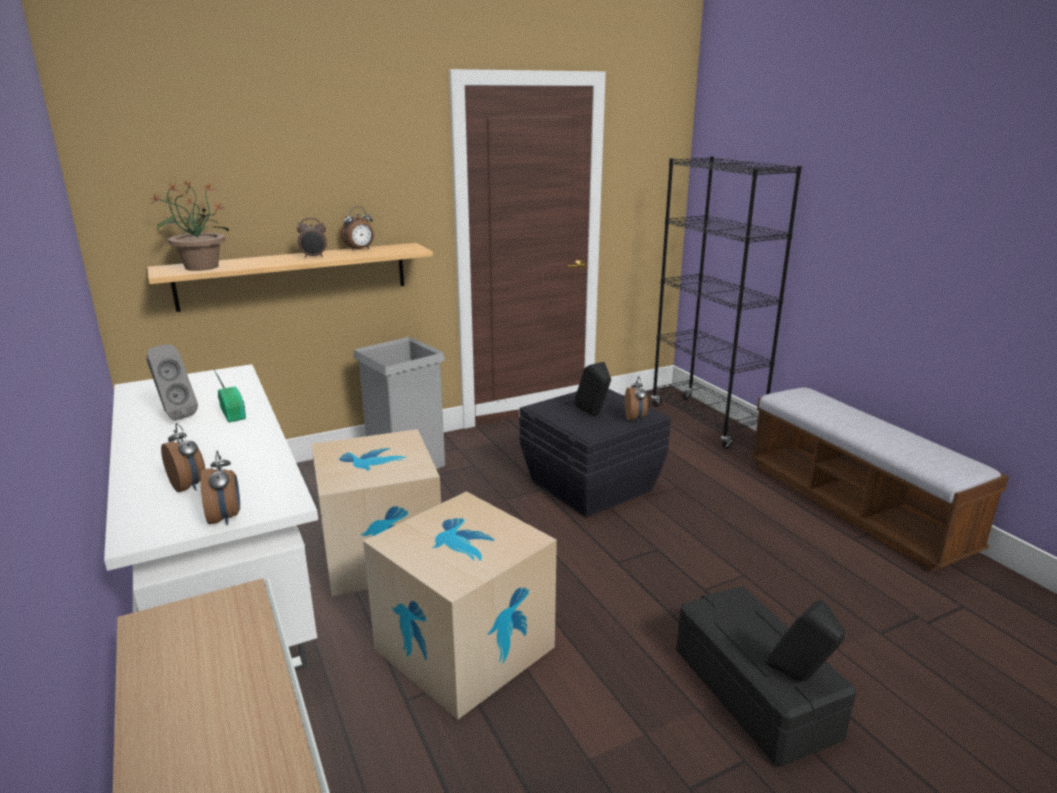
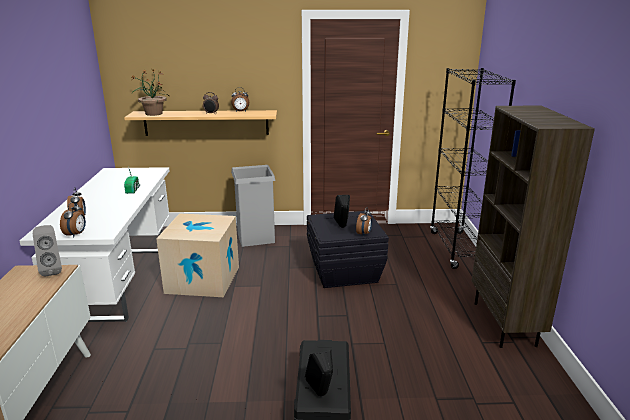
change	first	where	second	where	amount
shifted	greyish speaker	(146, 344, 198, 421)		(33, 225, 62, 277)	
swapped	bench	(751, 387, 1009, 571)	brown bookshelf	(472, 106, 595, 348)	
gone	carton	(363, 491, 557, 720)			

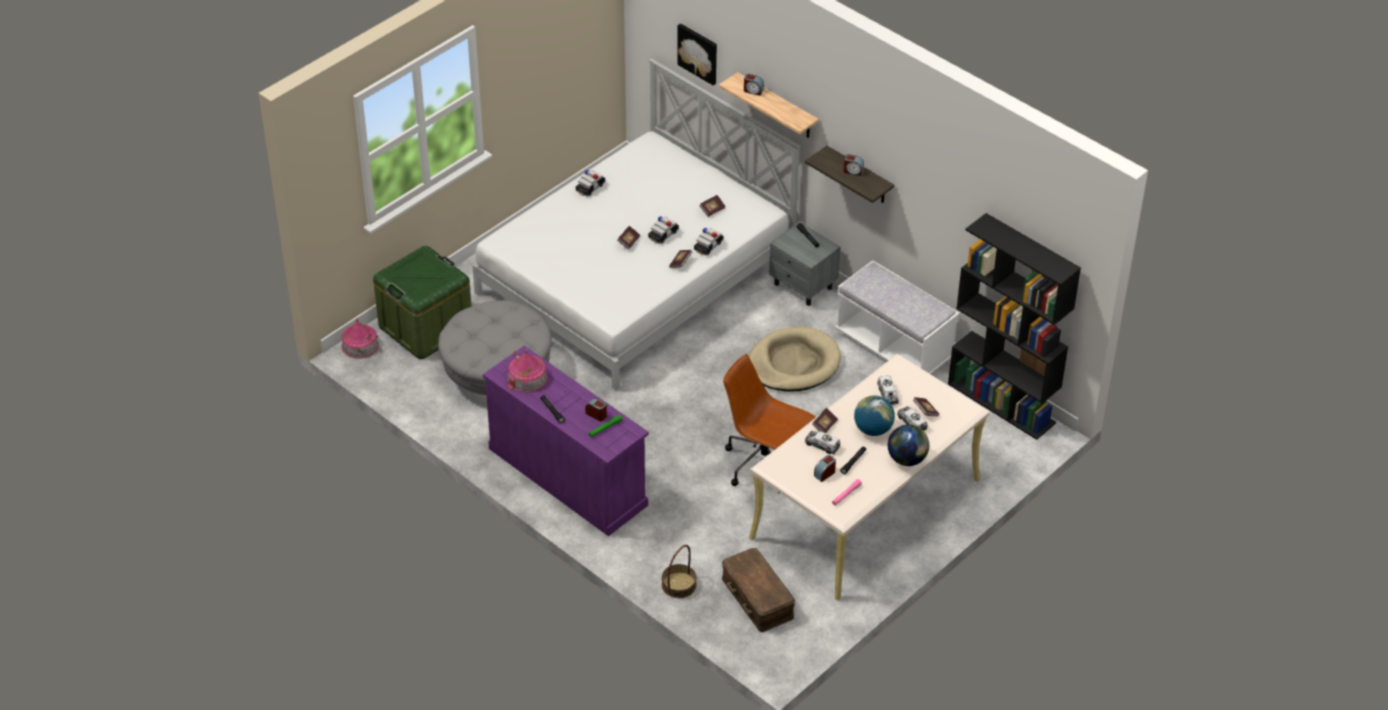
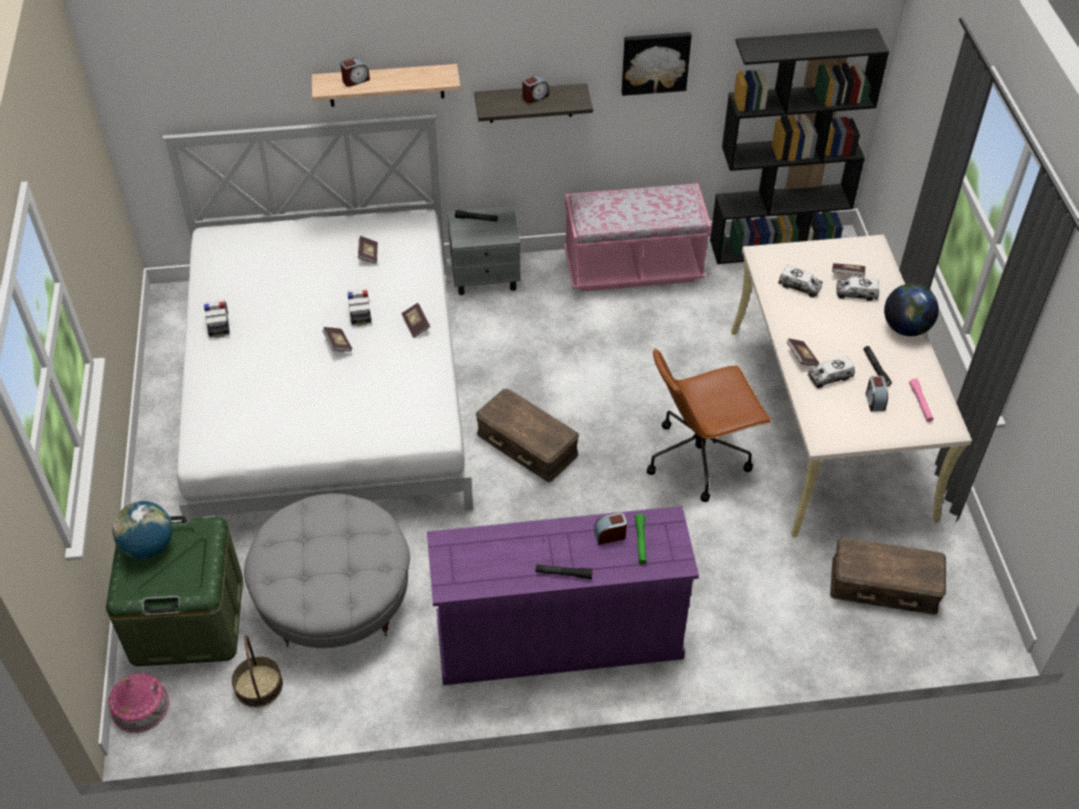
change	first	where	second	where	amount
shifted	picture	(677, 23, 717, 85)		(621, 32, 692, 96)	
gone	toy car	(694, 228, 723, 256)			
repainted	white-coloured bench	(835, 260, 960, 374)	pinkish bench	(564, 183, 711, 292)	
gone	beige dog bed	(749, 327, 841, 392)			
gone	model house	(507, 349, 548, 393)			
shifted	desk globe	(854, 395, 895, 436)		(113, 501, 172, 559)	
shifted	household basket	(662, 545, 697, 598)		(232, 635, 283, 707)	
new			brown storage box	(476, 388, 579, 482)	

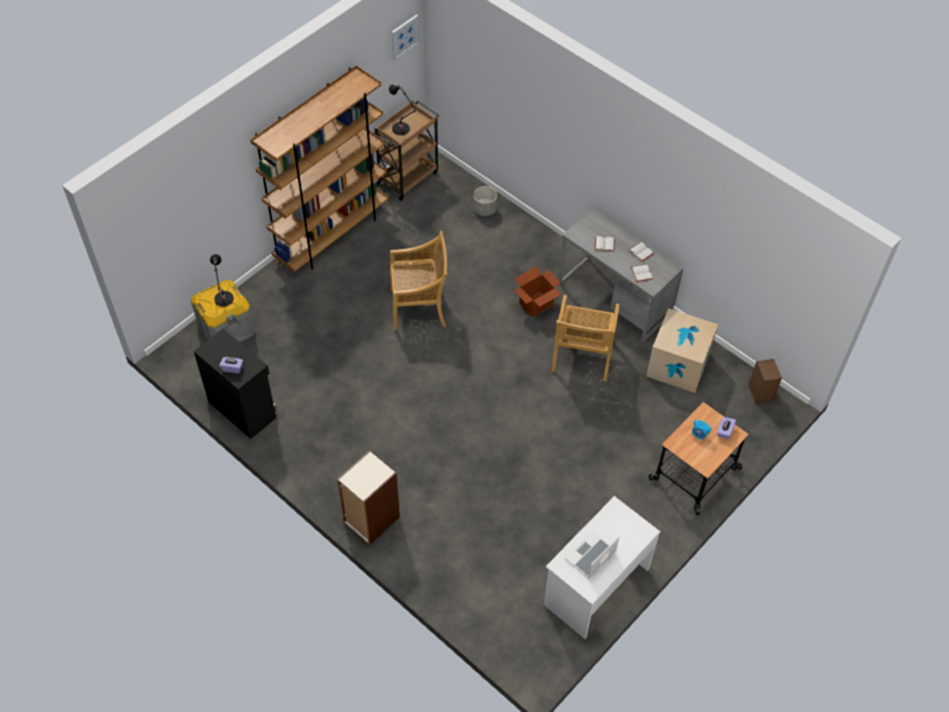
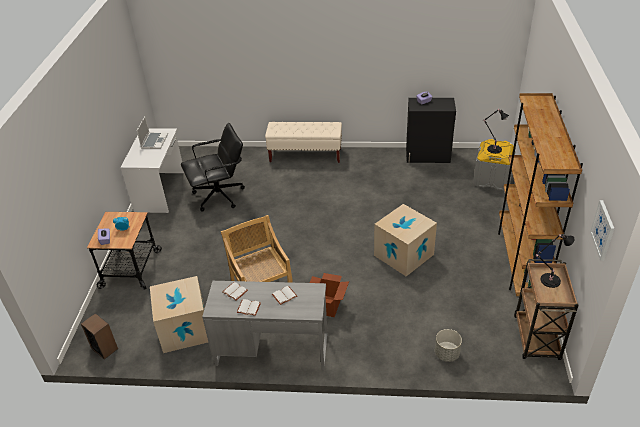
change	first	where	second	where	amount
swapped	beige upright chair	(390, 231, 447, 330)	carton	(374, 204, 437, 276)	
swapped	bookshelf	(337, 451, 400, 545)	beige bench	(265, 122, 342, 163)	
new			black desk chair	(181, 123, 245, 212)	

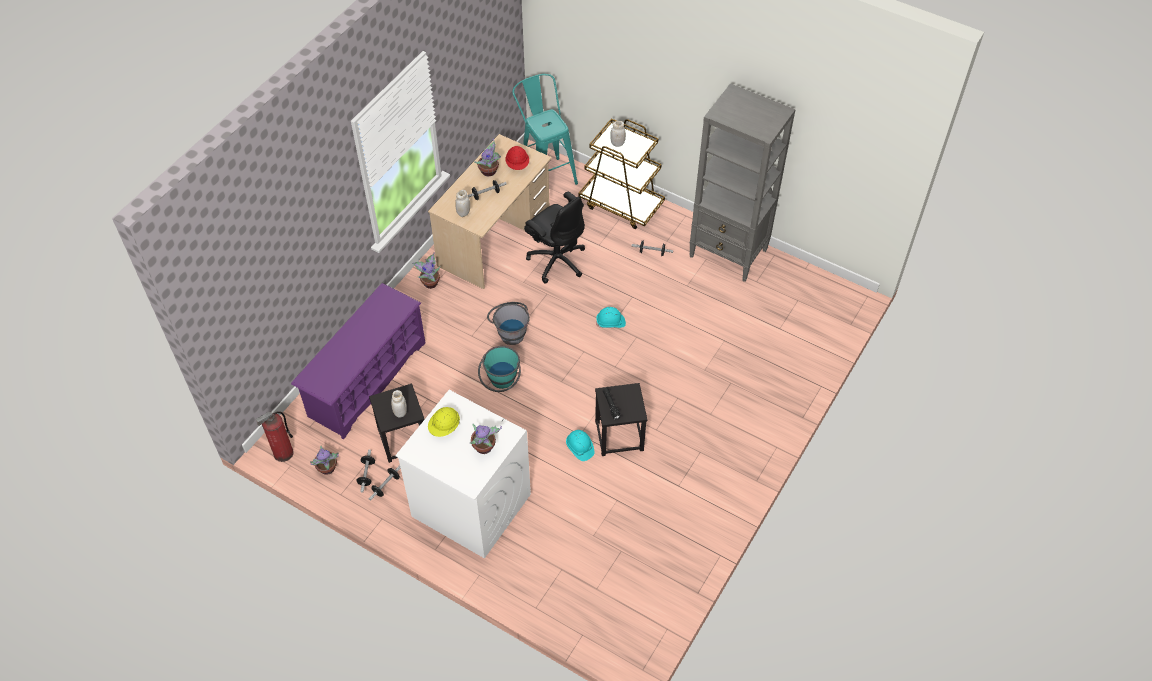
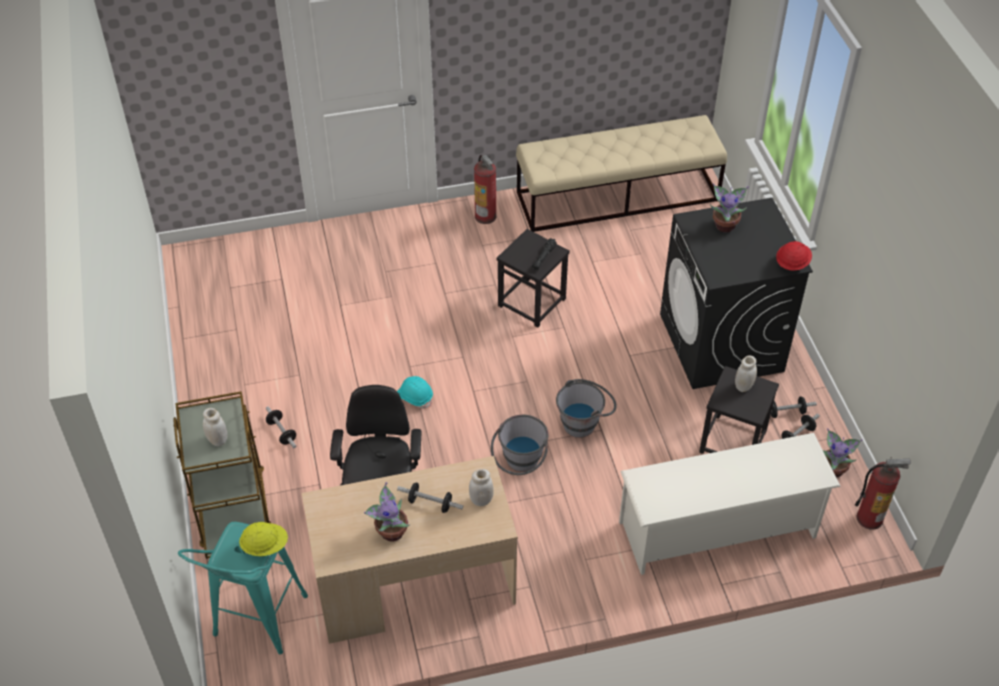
change	first	where	second	where	amount
gone	greyish bookshelf	(689, 83, 796, 282)			
shifted	reddish safety helmet	(505, 146, 529, 170)		(776, 241, 812, 271)	
gone	potted plant	(412, 252, 440, 289)			
repainted	purplish shoe stand	(291, 283, 425, 440)	white-coloured shoe stand	(619, 433, 841, 575)	
repainted	blue-green water bucket	(478, 346, 521, 392)	greyish water bucket	(556, 379, 617, 438)	
repainted	white-coloured laundry appliance	(395, 390, 531, 559)	black laundry appliance	(660, 198, 813, 389)	
shifted	yellow safety helmet	(428, 407, 460, 437)		(239, 522, 288, 557)	
gone	blue-green safety helmet	(566, 430, 594, 461)			
new			beige bench	(516, 115, 727, 232)	
new			fire extinguisher	(474, 155, 497, 224)	

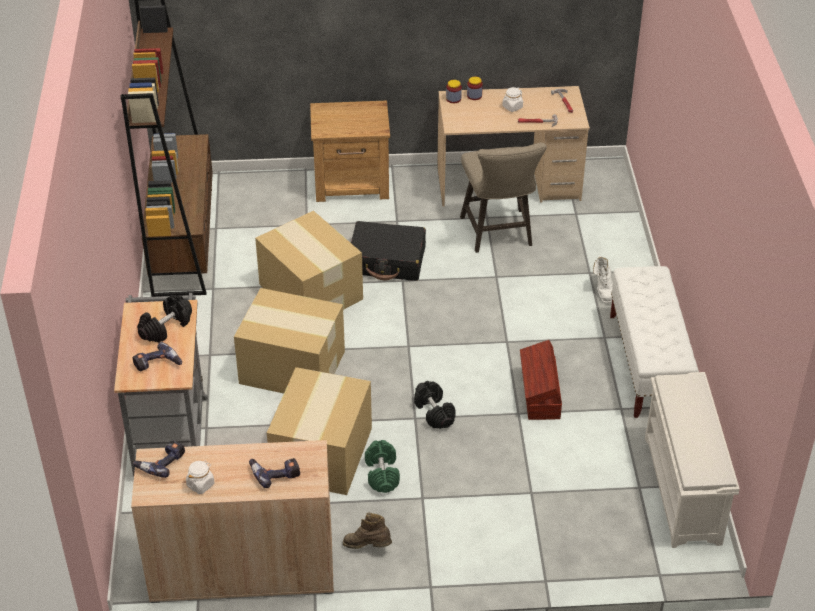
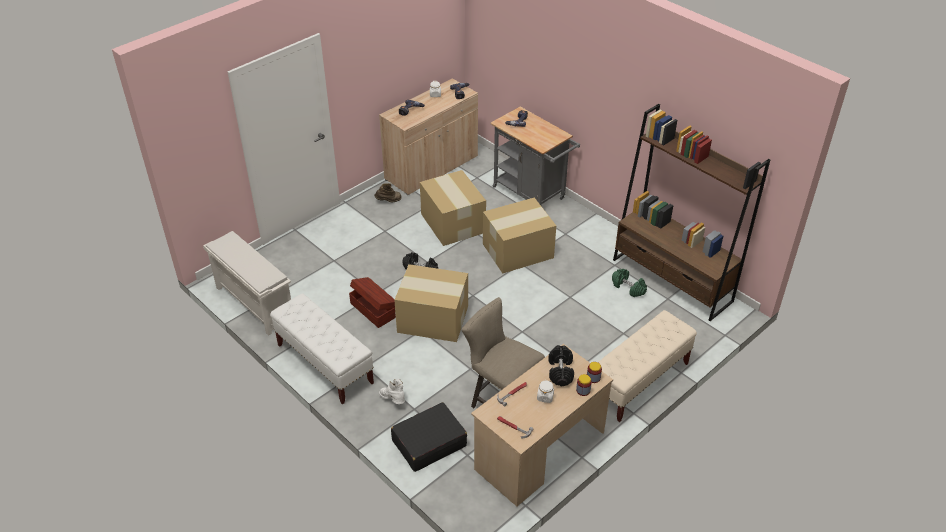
change	first	where	second	where	amount
swapped	brown nightstand	(310, 101, 390, 202)	beige bench	(598, 310, 697, 422)	
shifted	carton	(255, 211, 363, 310)		(394, 264, 468, 342)	
shifted	black piece of luggage	(351, 221, 426, 281)		(391, 402, 467, 472)	
shifted	black dumbbell	(137, 295, 192, 343)		(548, 345, 574, 386)	
shifted	green-coloured dumbbell	(365, 440, 400, 493)		(612, 269, 647, 298)	

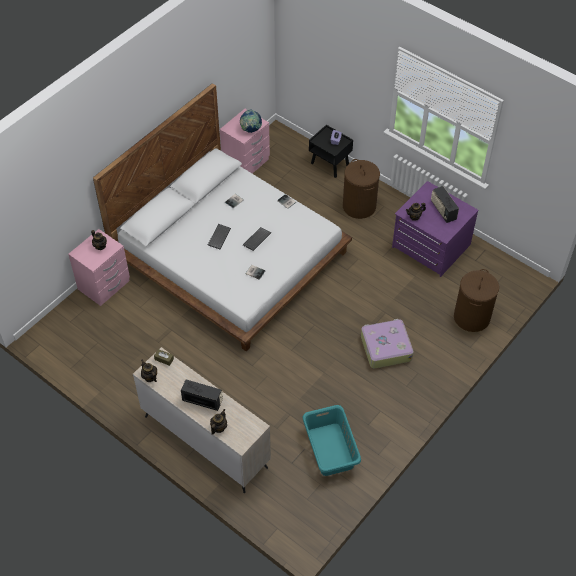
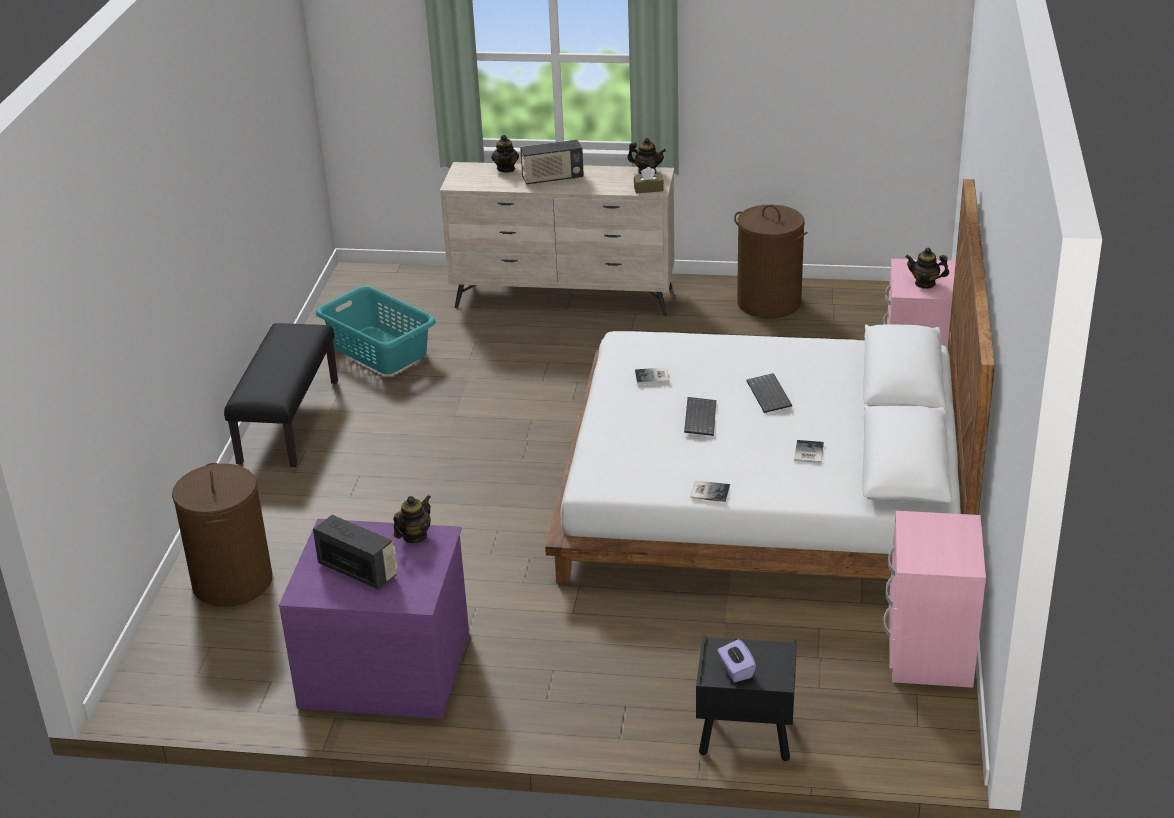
change	first	where	second	where	amount
gone	desk globe	(240, 110, 262, 133)			
shifted	brown laundry basket	(343, 159, 380, 219)		(734, 205, 807, 318)	
gone	piece of luggage	(361, 319, 414, 369)			
new			black bench	(224, 323, 338, 467)	

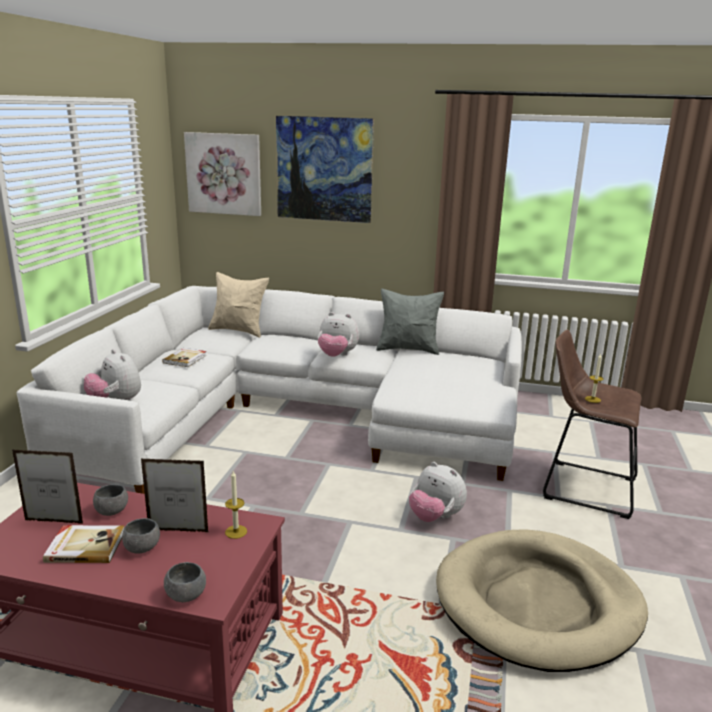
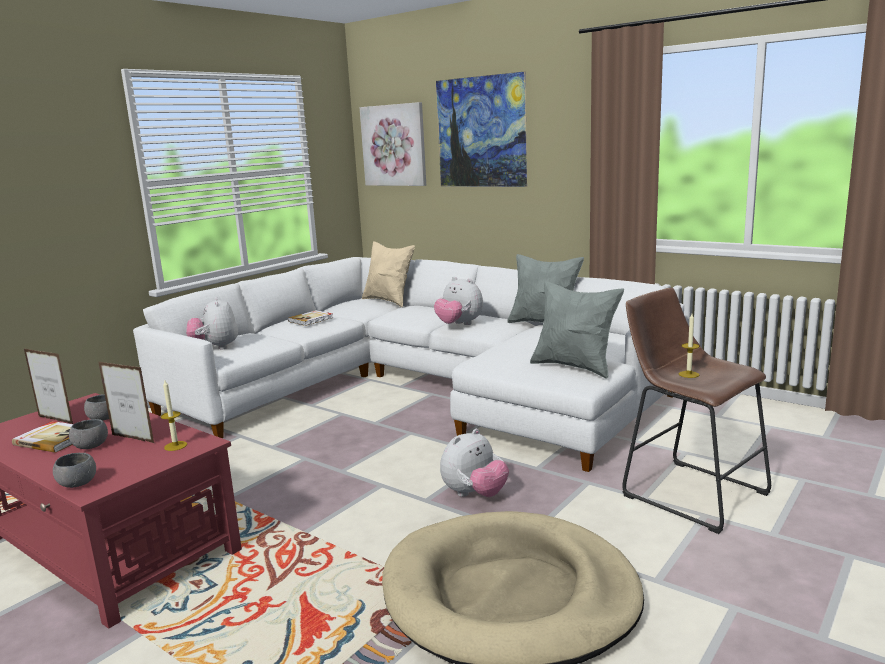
change	first	where	second	where	amount
rotated	plush toy	(409, 462, 467, 522)		(440, 429, 509, 497)	105 degrees counterclockwise
new			greyish throw pillow	(530, 281, 624, 378)	

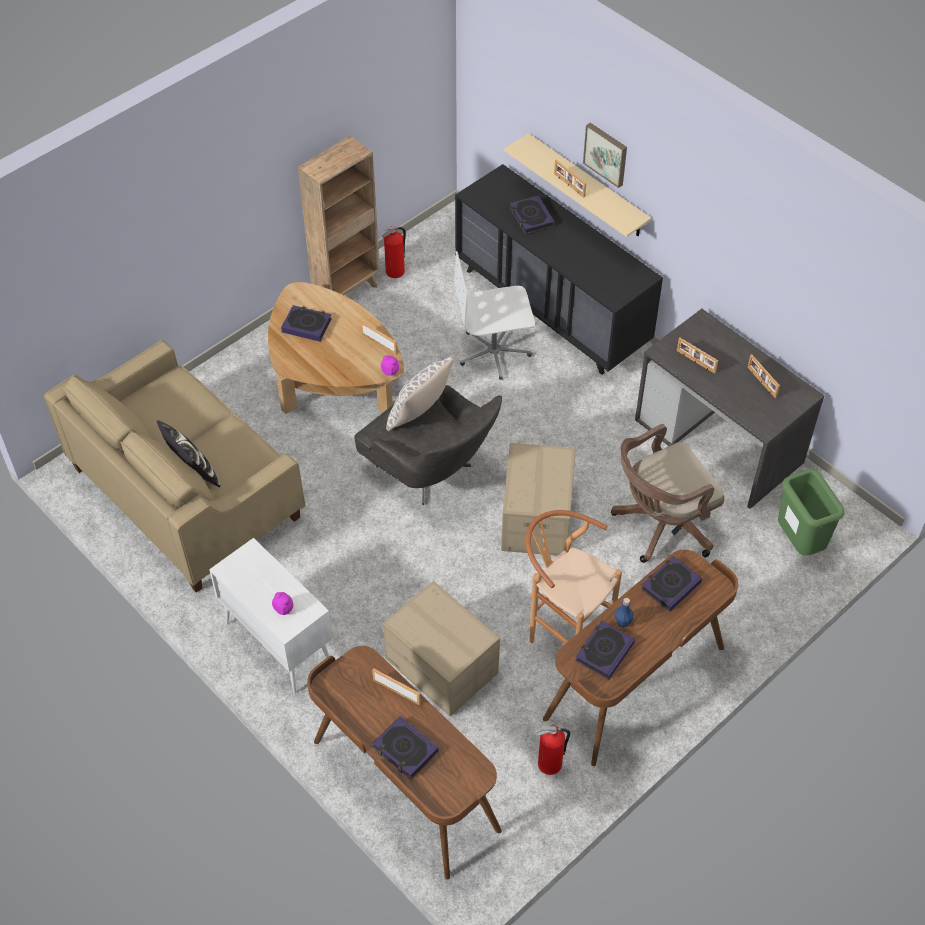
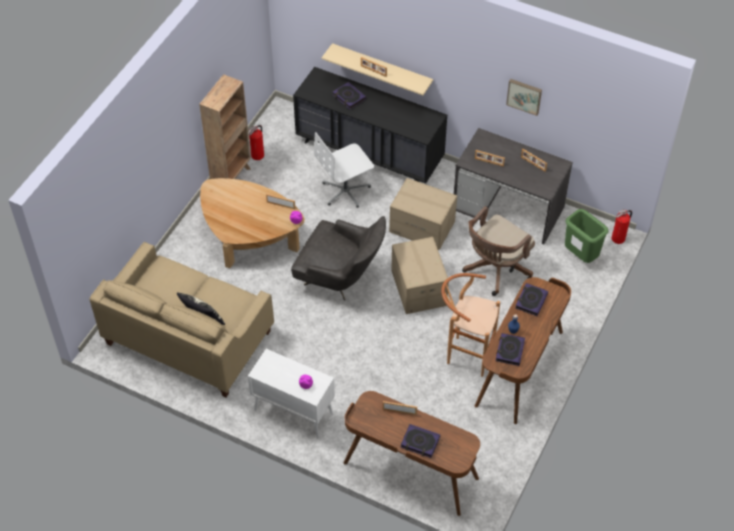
change	first	where	second	where	amount
shifted	picture	(583, 123, 627, 188)		(506, 79, 542, 116)	
gone	book	(281, 305, 332, 342)			
gone	throw pillow	(386, 356, 454, 431)			
shifted	carton	(383, 581, 500, 716)		(389, 178, 457, 250)	
shifted	fire extinguisher	(538, 724, 570, 775)		(612, 209, 632, 244)	

